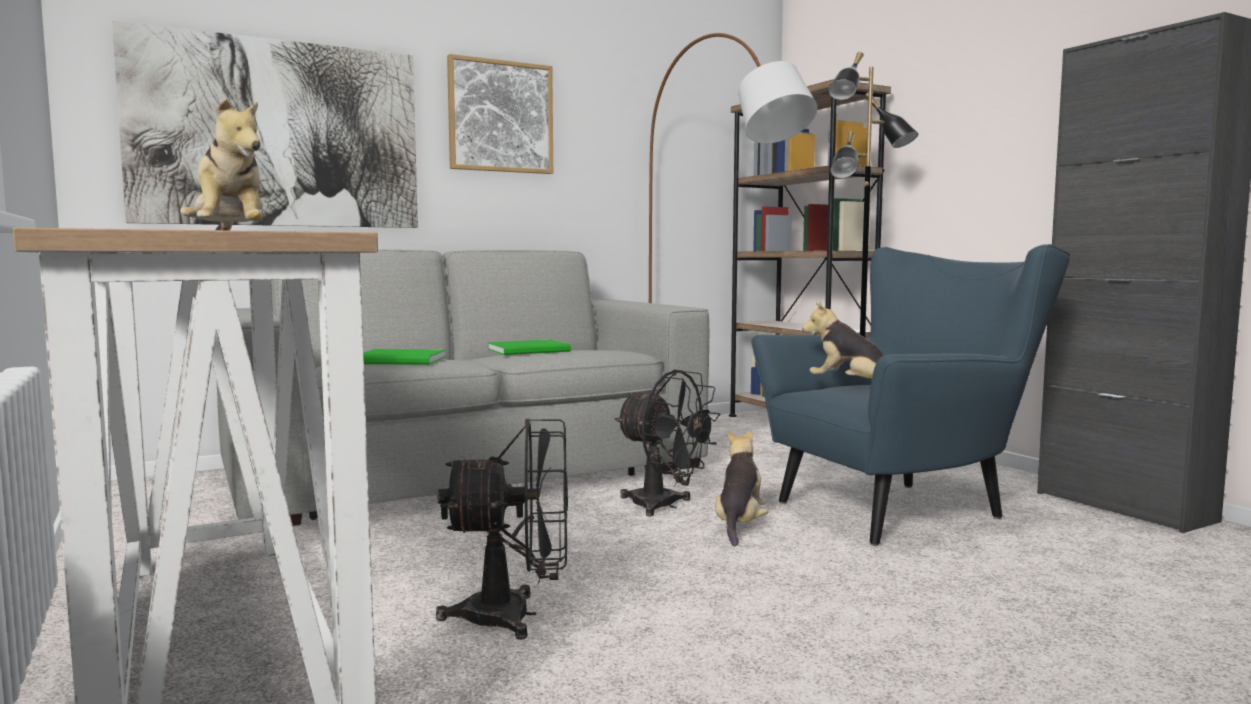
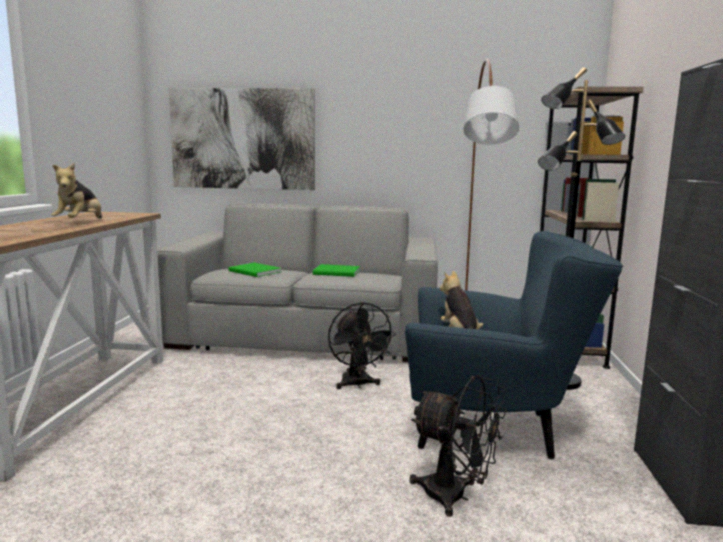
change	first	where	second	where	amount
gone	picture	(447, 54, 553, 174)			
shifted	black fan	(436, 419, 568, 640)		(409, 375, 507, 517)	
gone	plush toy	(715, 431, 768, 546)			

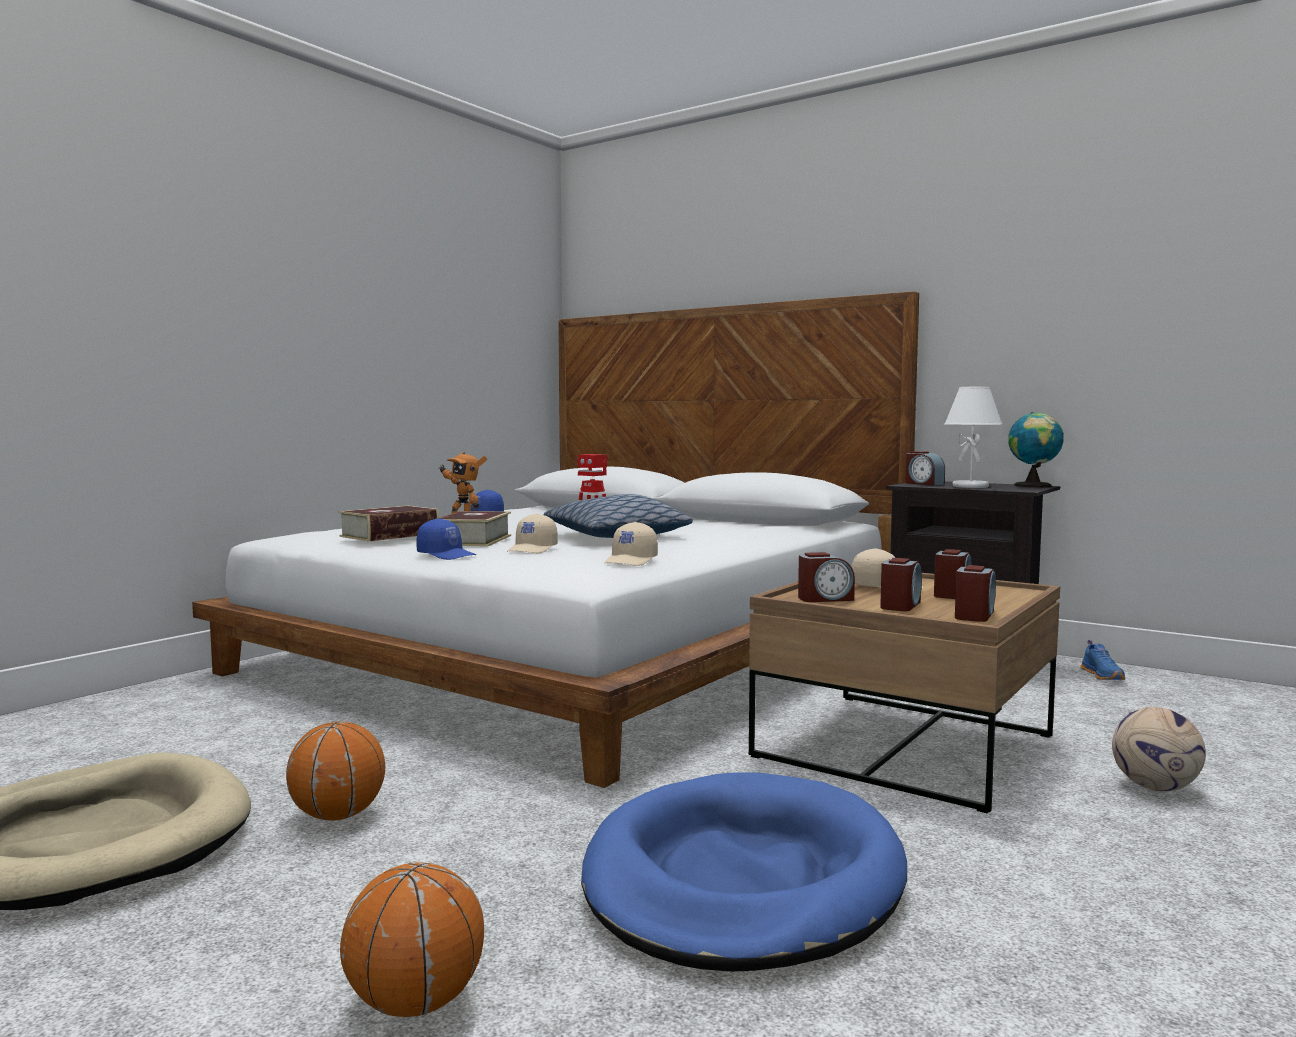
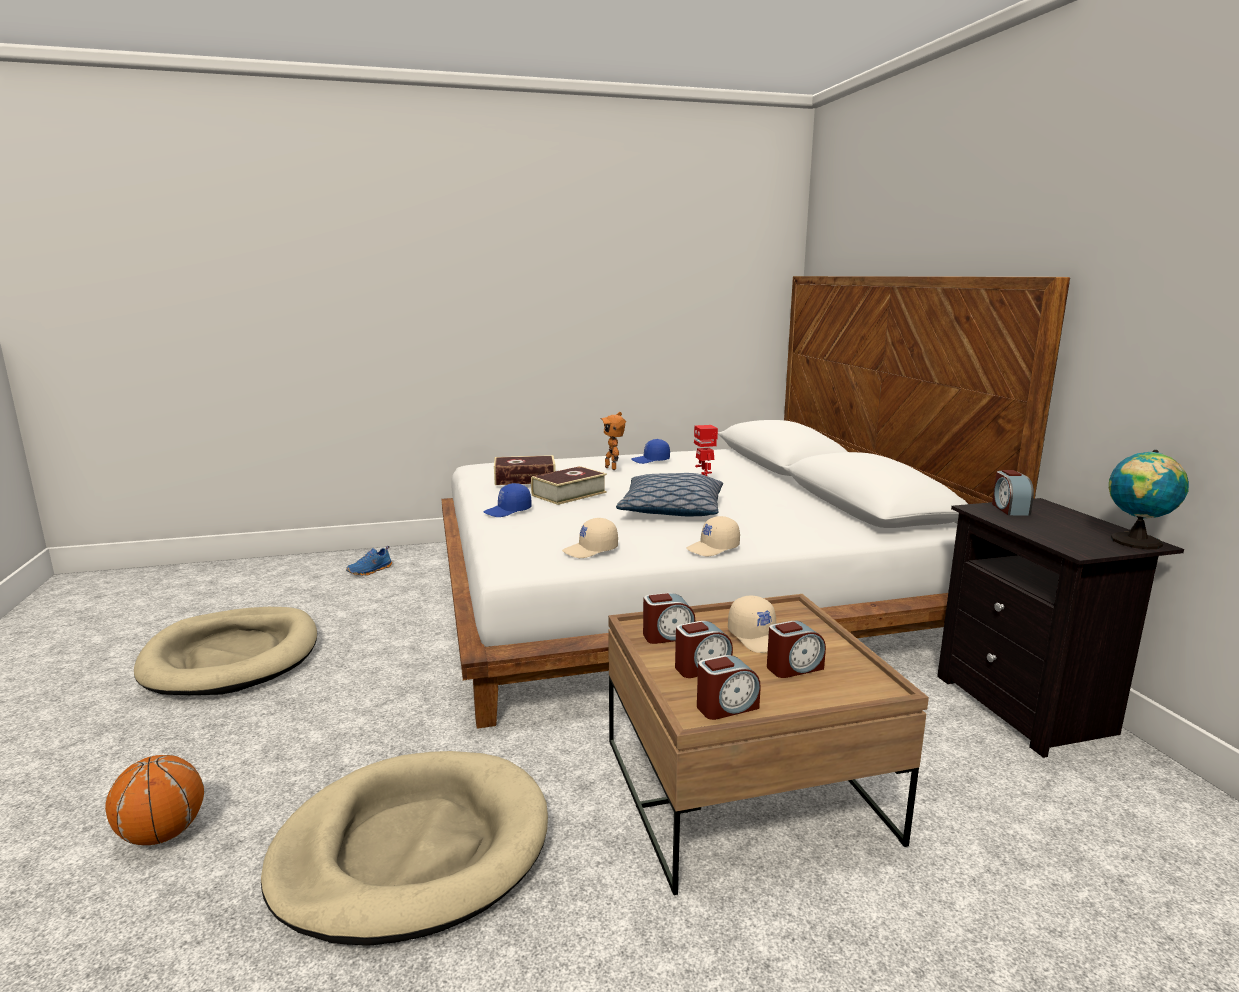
change	first	where	second	where	amount
gone	white-coloured table lamp	(944, 386, 1003, 488)			
shifted	beige baseball cap	(507, 514, 558, 553)		(686, 516, 740, 557)	
rotated	bluish baseball cap	(417, 518, 476, 560)		(483, 483, 531, 517)	75 degrees clockwise
rotated	alarm clock	(798, 552, 855, 602)		(643, 593, 695, 644)	45 degrees counterclockwise
shifted	bluish low shoe	(1081, 640, 1125, 680)		(346, 546, 392, 576)	
gone	ball for football	(1112, 707, 1206, 792)			
gone	ball for basketball	(286, 721, 385, 821)			
repainted	bluish dog bed	(581, 773, 907, 972)	beige dog bed	(261, 751, 548, 946)	

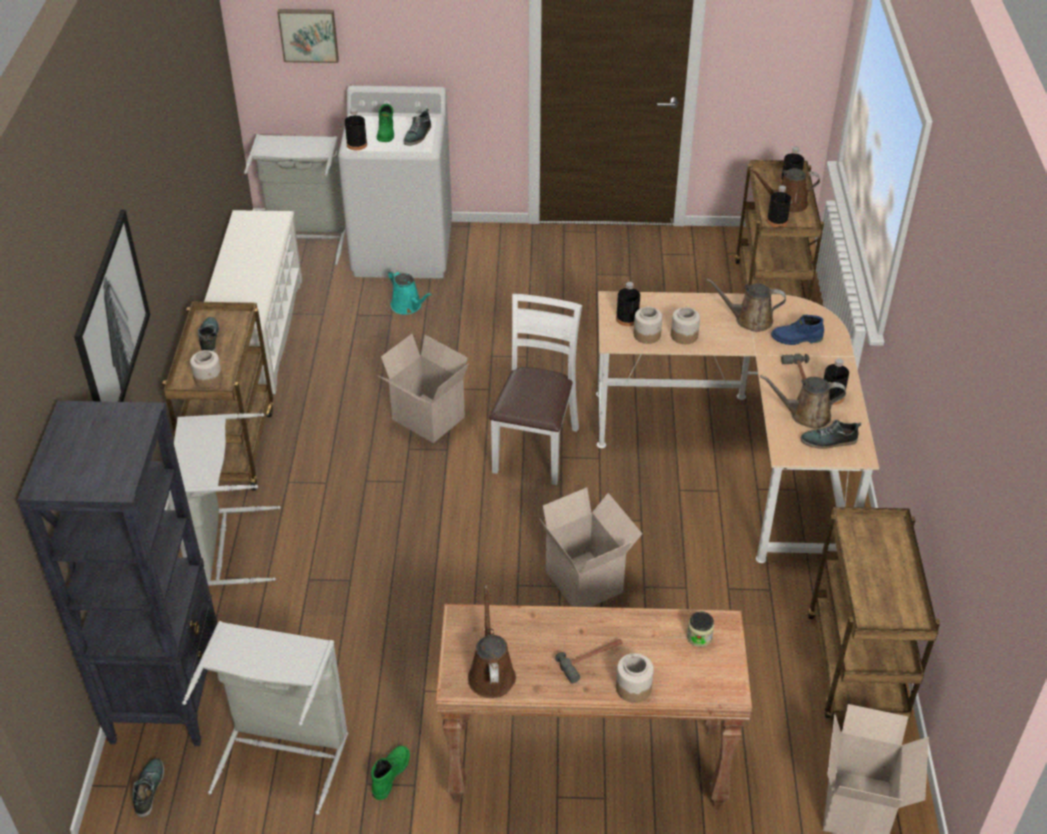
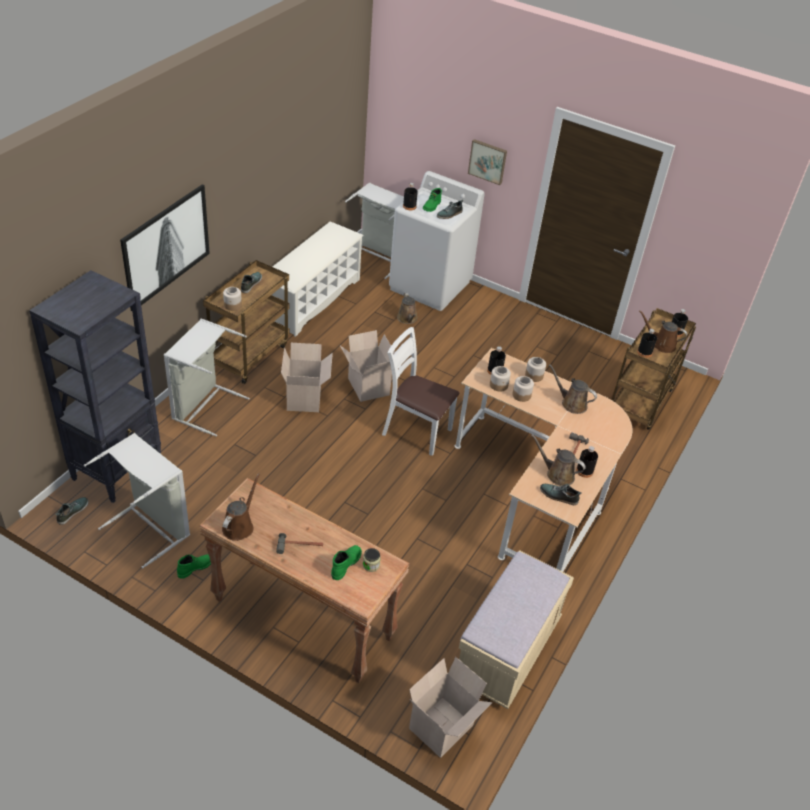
change	first	where	second	where	amount
shifted	picture	(277, 9, 339, 63)		(468, 139, 507, 185)	
repainted	blue-green watering pot	(388, 269, 432, 315)	brown watering pot	(397, 293, 418, 324)	
rotated	white-coloured upright chair	(489, 294, 582, 485)		(382, 327, 460, 456)	105 degrees counterclockwise
gone	bluish tall boot	(771, 314, 824, 345)			
shifted	carton	(539, 487, 642, 607)		(281, 343, 333, 412)	
swapped	brown trolley	(808, 507, 940, 721)	beige bench	(459, 550, 574, 709)	
shifted	storage jar	(616, 653, 654, 703)		(525, 357, 546, 382)	
new			green-coloured tall boot	(331, 545, 362, 580)	

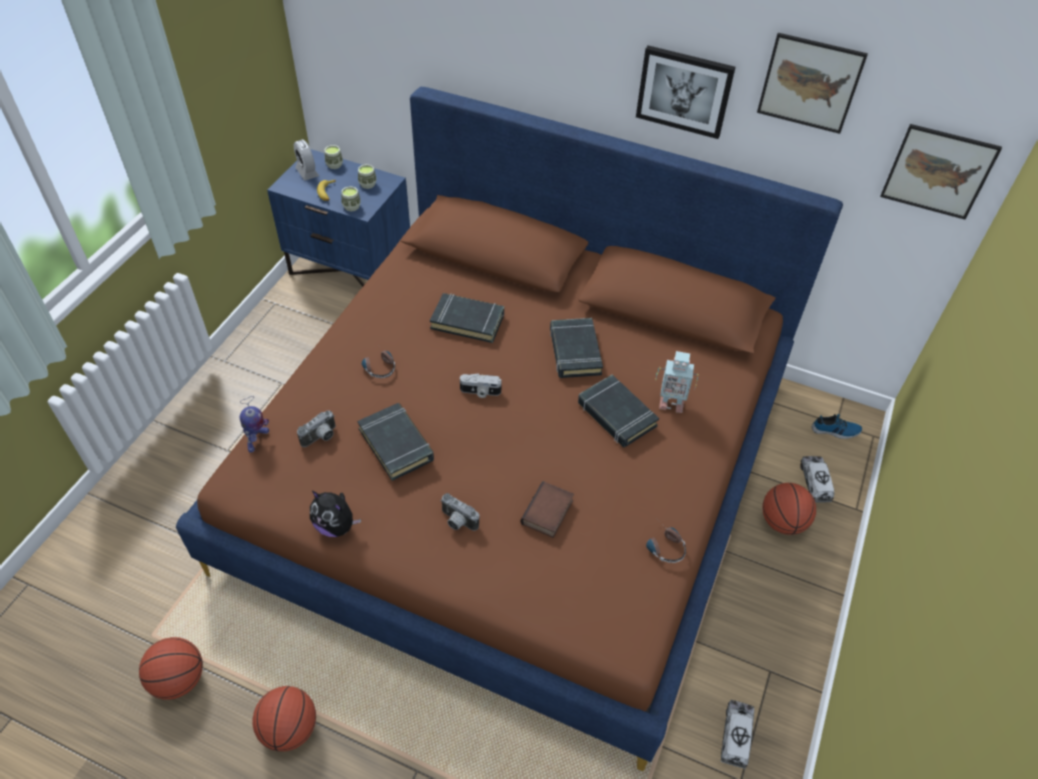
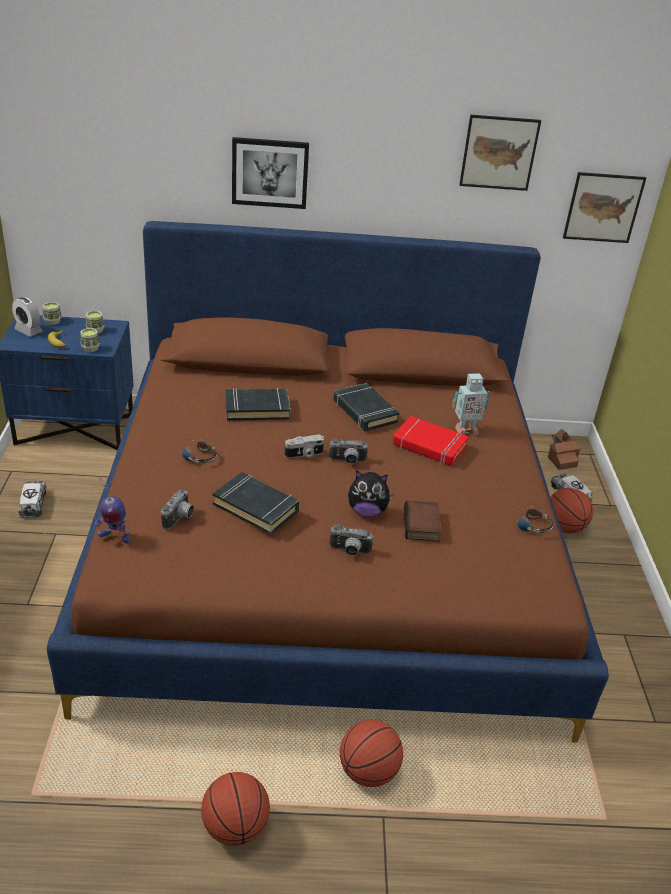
change	first	where	second	where	amount
shifted	picture	(636, 45, 735, 139)		(232, 137, 309, 209)	
repainted	black book	(578, 375, 659, 447)	reddish book	(392, 416, 469, 466)	
rotated	model robot	(240, 396, 269, 452)		(93, 477, 130, 543)	105 degrees clockwise
swapped	low shoe	(812, 414, 862, 439)	model house	(548, 429, 581, 470)	
shifted	plush toy	(310, 491, 361, 537)		(348, 470, 394, 517)	
shifted	ball for basketball	(139, 637, 203, 700)		(340, 720, 403, 787)	
shifted	toy lorry	(720, 700, 754, 769)		(19, 481, 46, 518)	
new			still camera	(329, 438, 368, 464)	

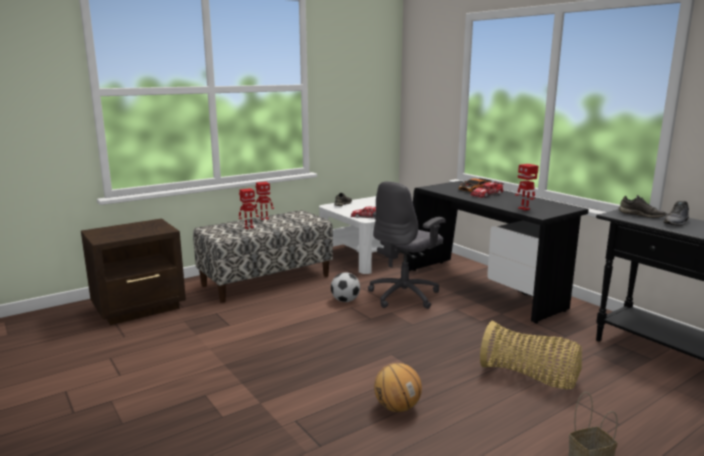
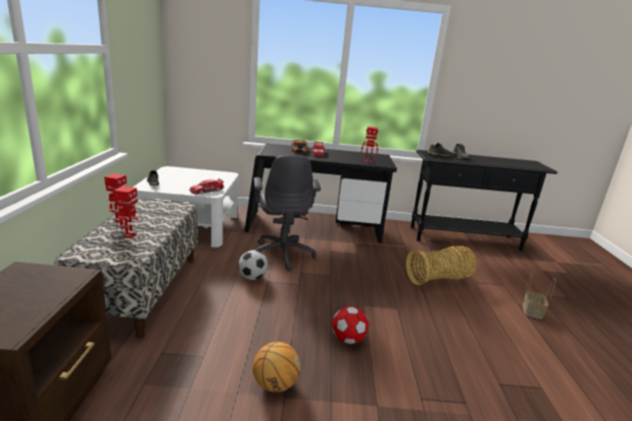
change	first	where	second	where	amount
shifted	ball for basketball	(374, 363, 422, 412)		(253, 342, 300, 392)	
new			ball for football	(332, 306, 369, 344)	

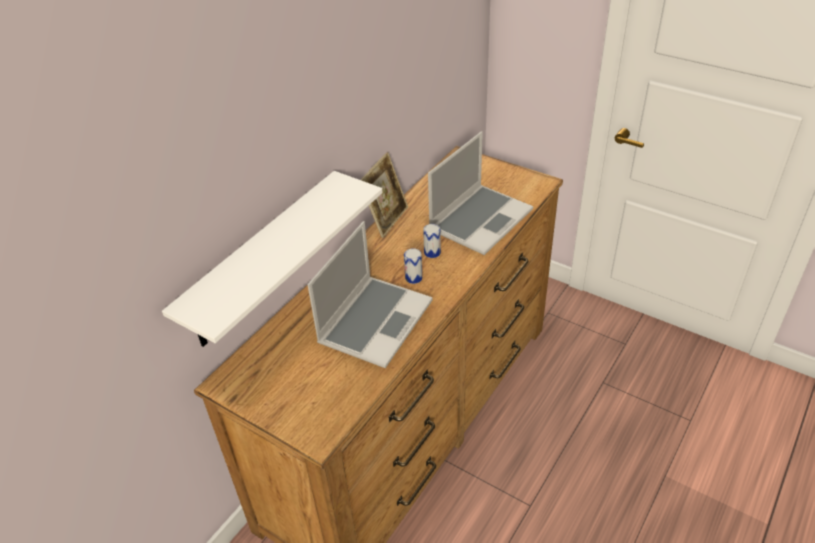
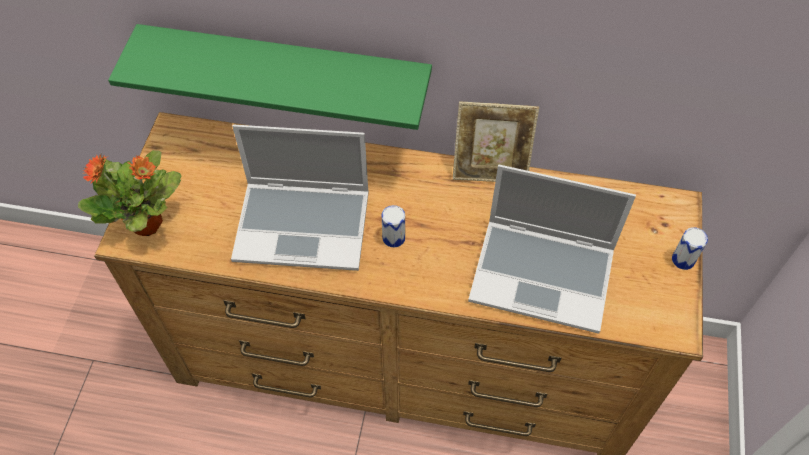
change	first	where	second	where	amount
repainted	white-coloured bracket shelf	(162, 171, 383, 347)	green-coloured bracket shelf	(108, 24, 432, 130)	
shifted	metal can	(423, 224, 441, 258)		(672, 227, 708, 270)	
new			potted plant	(78, 150, 182, 236)	

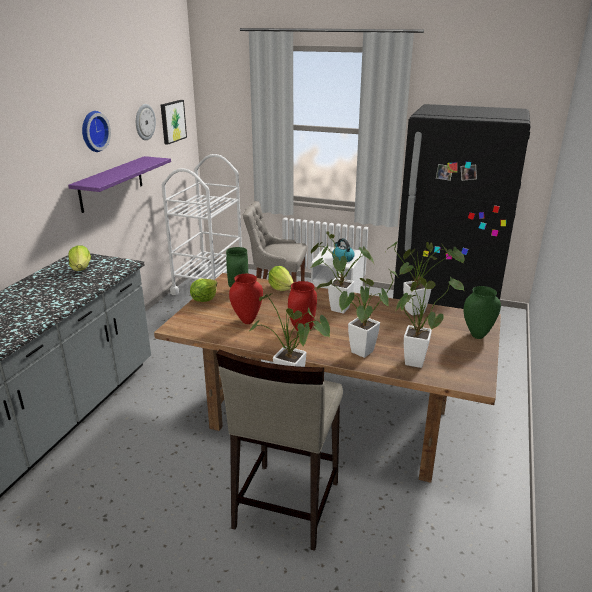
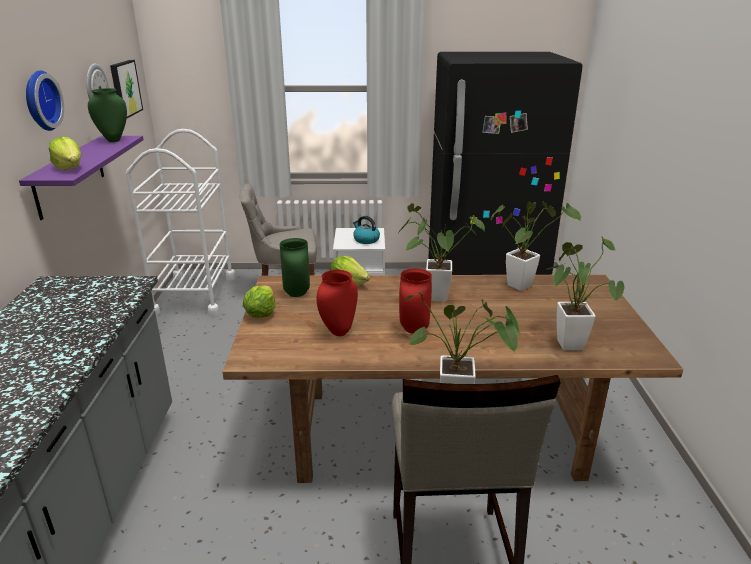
change	first	where	second	where	amount
shifted	head of lettuce	(68, 245, 91, 271)		(49, 137, 82, 170)	
gone	potted plant	(317, 269, 398, 358)			
shifted	green-coloured decorative vase	(463, 286, 501, 339)		(88, 88, 127, 142)	

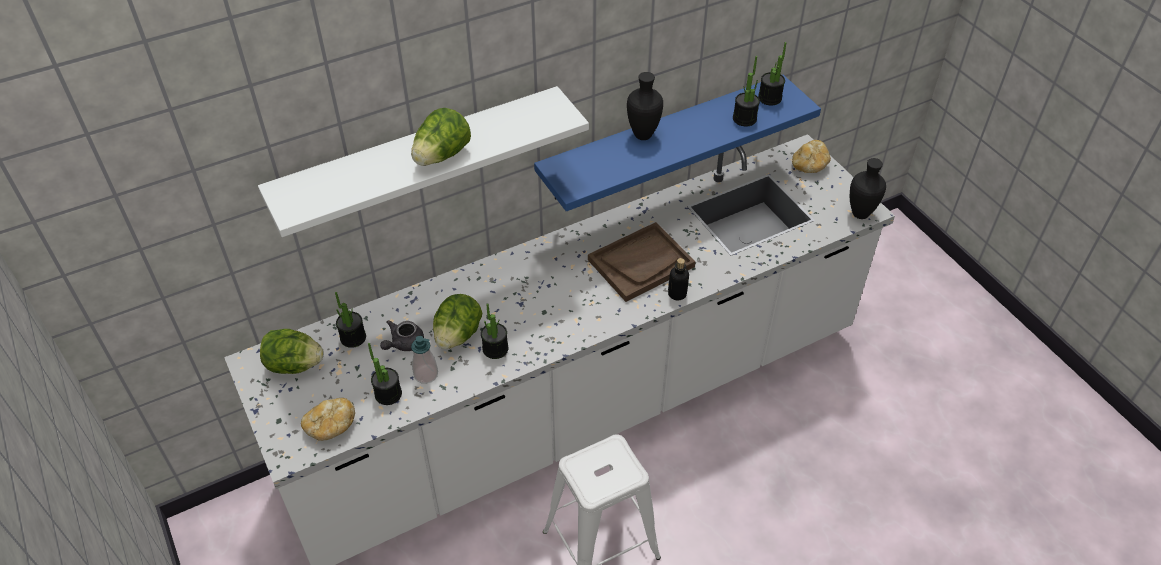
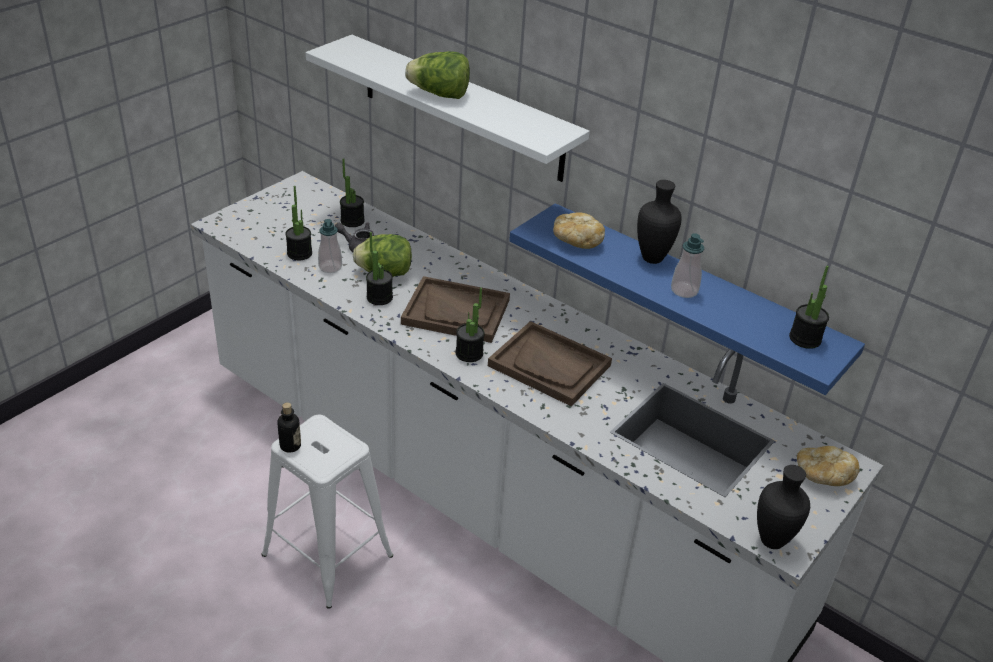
change	first	where	second	where	amount
shifted	potted plant	(733, 56, 760, 126)		(456, 287, 485, 362)	
shifted	drink bottle	(668, 258, 689, 300)		(277, 402, 301, 453)	
gone	head of lettuce	(260, 329, 323, 374)			
shifted	bakery bread	(301, 398, 355, 441)		(553, 212, 605, 249)	
new			liquid soap bottle	(671, 233, 704, 298)	
new			brown carrying tray	(401, 276, 510, 343)	

